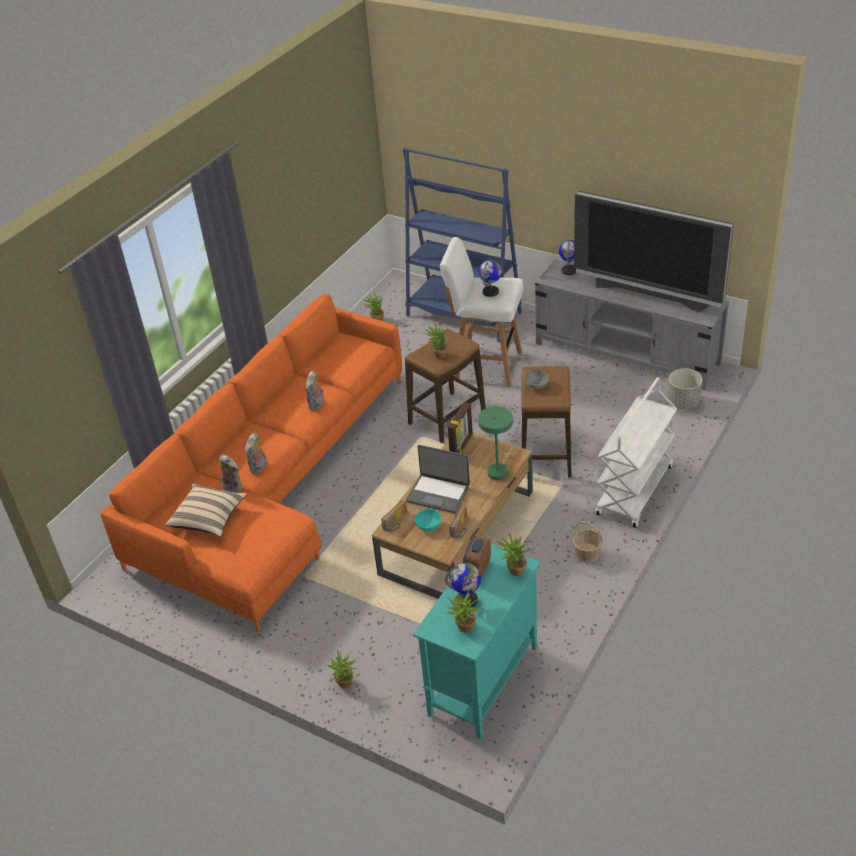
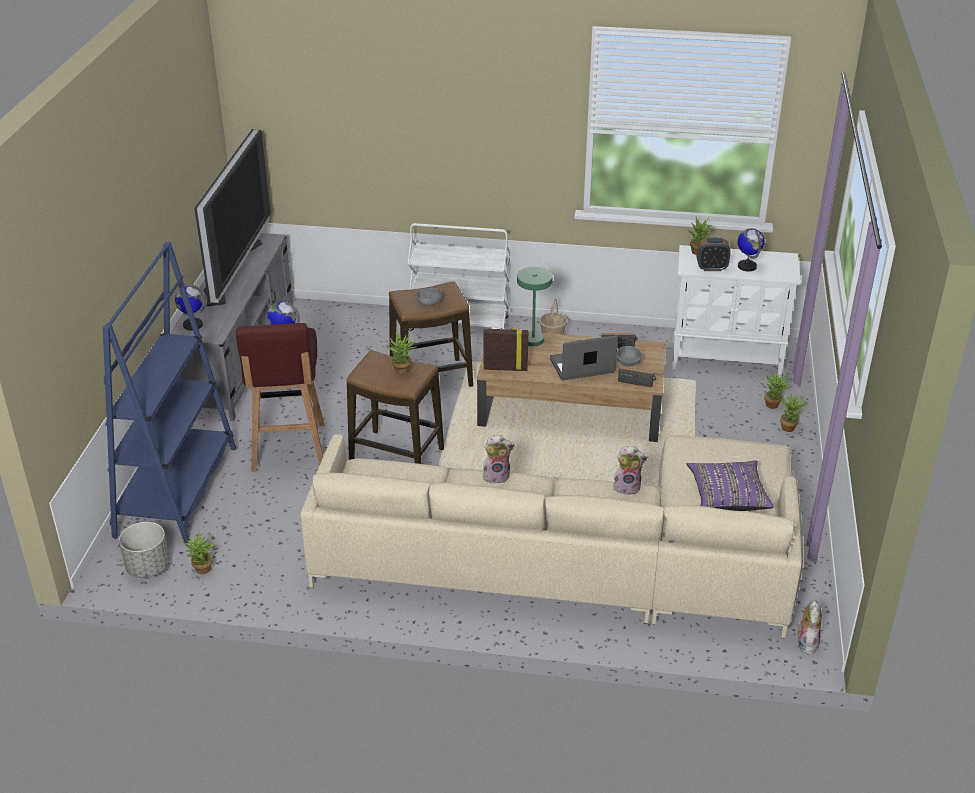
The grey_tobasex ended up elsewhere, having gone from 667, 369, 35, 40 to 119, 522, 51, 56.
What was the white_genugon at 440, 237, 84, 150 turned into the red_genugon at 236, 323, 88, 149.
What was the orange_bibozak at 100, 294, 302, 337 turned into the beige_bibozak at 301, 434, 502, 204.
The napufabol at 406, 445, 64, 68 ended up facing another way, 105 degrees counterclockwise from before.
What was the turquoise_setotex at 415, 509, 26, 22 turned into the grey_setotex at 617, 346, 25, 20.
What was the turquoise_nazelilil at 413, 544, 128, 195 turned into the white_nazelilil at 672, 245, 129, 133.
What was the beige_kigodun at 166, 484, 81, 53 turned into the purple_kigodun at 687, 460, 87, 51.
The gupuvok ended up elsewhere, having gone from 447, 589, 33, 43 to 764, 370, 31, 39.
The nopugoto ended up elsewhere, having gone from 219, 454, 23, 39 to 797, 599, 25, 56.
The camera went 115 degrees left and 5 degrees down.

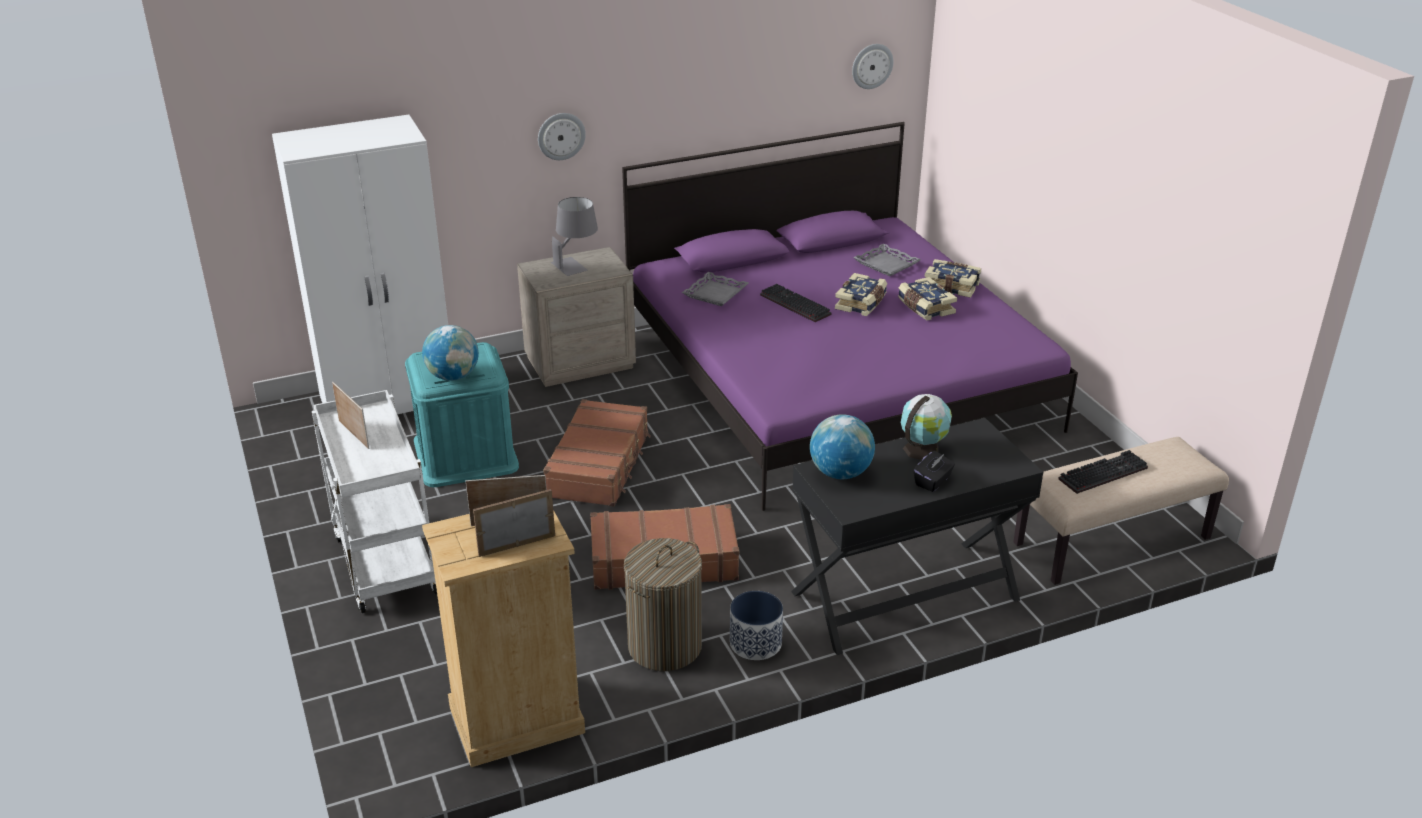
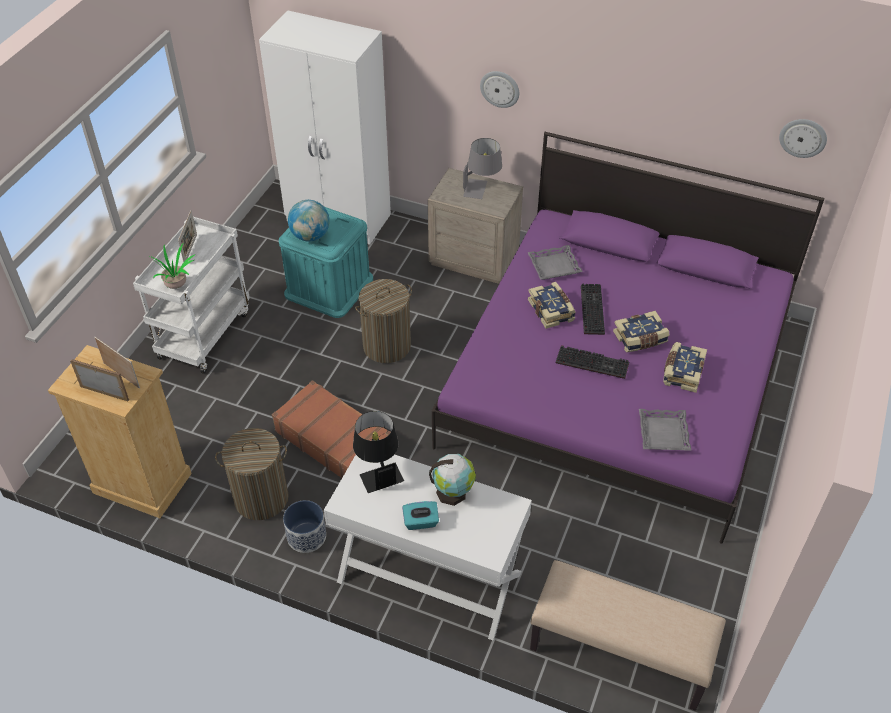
The second view gained the gupuvok at 150, 244, 44, 45.
What was the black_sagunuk at 791, 418, 252, 237 turned into the white_sagunuk at 324, 454, 208, 186.
Where the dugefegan stood at 810, 414, 65, 65, the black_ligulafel came to stand at 353, 411, 51, 82.
Where the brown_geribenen stood at 543, 399, 108, 108, the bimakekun came to stand at 355, 279, 57, 84.
What was the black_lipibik at 914, 451, 41, 41 turned into the turquoise_lipibik at 402, 501, 37, 29.
The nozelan ended up elsewhere, having gone from 924, 259, 57, 39 to 528, 282, 48, 47.
The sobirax ended up elsewhere, having gone from 1058, 450, 90, 44 to 556, 346, 73, 33.
The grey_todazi ended up elsewhere, having gone from 853, 244, 68, 32 to 639, 409, 53, 42.
The camera went 45 degrees right and 15 degrees up.

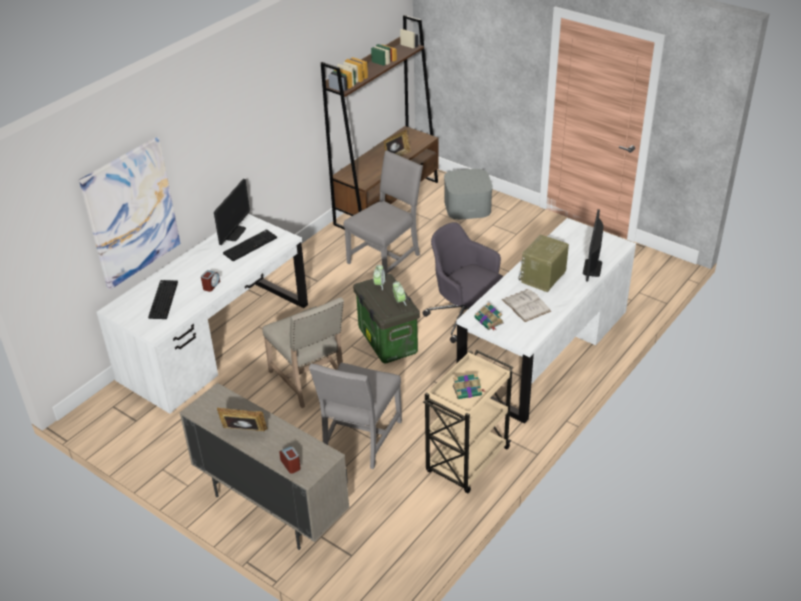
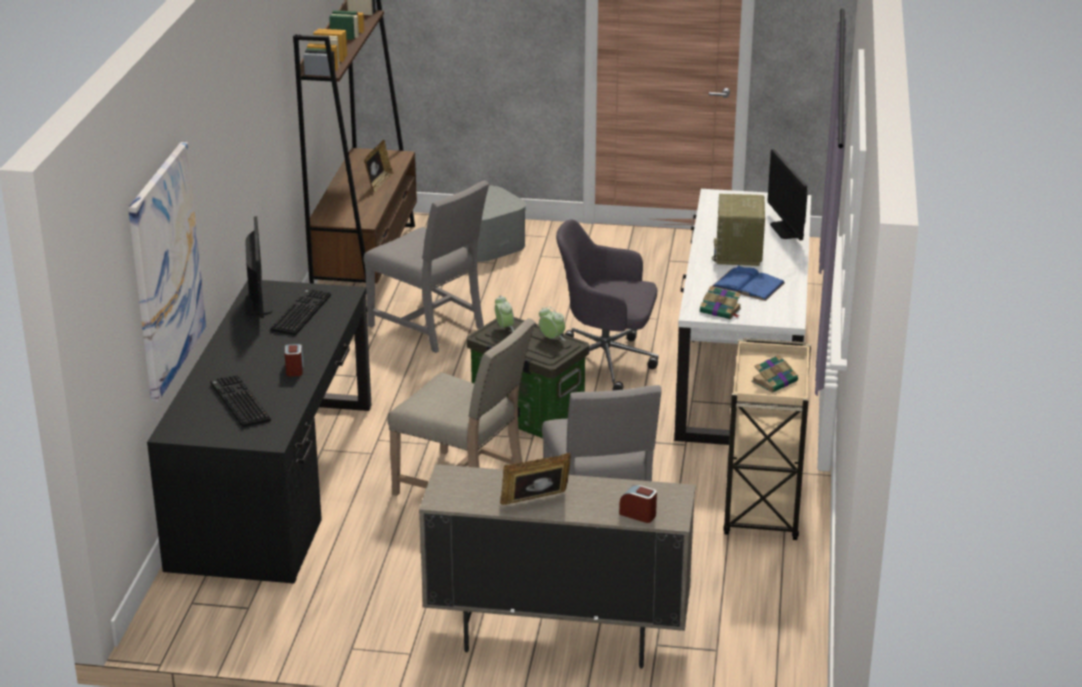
What was the white_sagunuk at 96, 214, 212, 200 turned into the black_sagunuk at 147, 280, 225, 304.
The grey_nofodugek at 343, 150, 80, 125 ended up facing another way, 120 degrees clockwise from before.
What was the white_nozelan at 501, 289, 50, 33 turned into the blue_nozelan at 712, 265, 73, 36.
The camera went 30 degrees left and 10 degrees down.

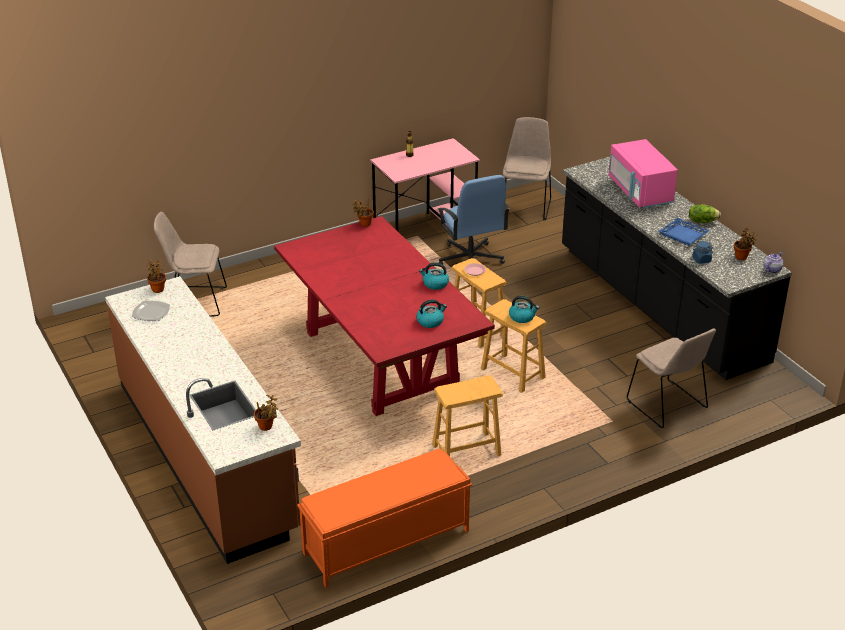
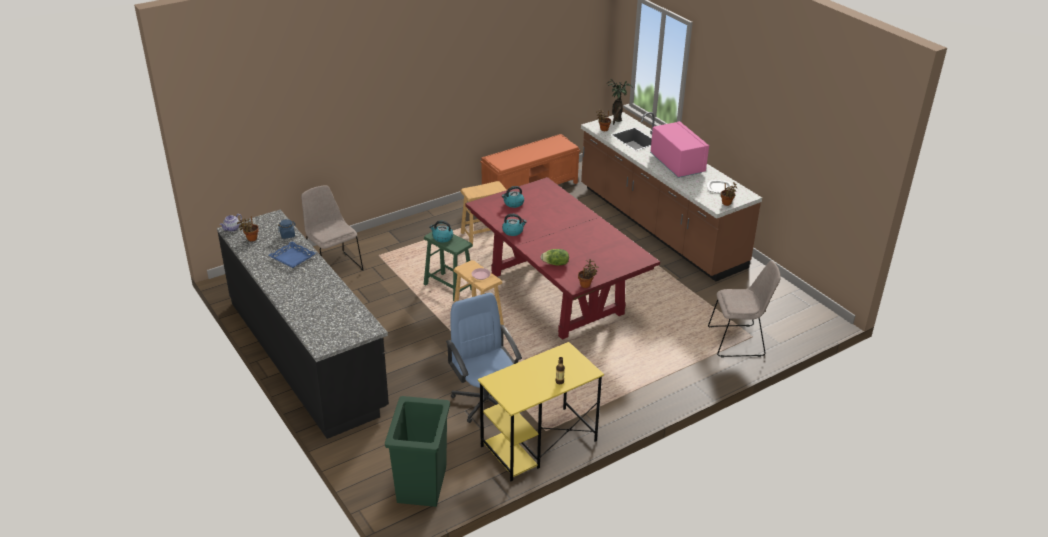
Where the beige_nofodugek stood at 503, 117, 48, 103, the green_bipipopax came to stand at 385, 396, 65, 111.
What was the brown_genugon at 481, 299, 65, 94 turned into the green_genugon at 424, 231, 49, 70.
What was the pink_sagunuk at 370, 138, 110, 93 turned into the yellow_sagunuk at 478, 342, 126, 139.
The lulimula ended up elsewhere, having gone from 689, 204, 32, 19 to 541, 249, 28, 17.
The second view gained the gupuvok at 606, 78, 26, 47.
The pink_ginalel ended up elsewhere, having gone from 609, 139, 69, 69 to 650, 121, 59, 57.
The camera went 175 degrees right and 0 degrees up.

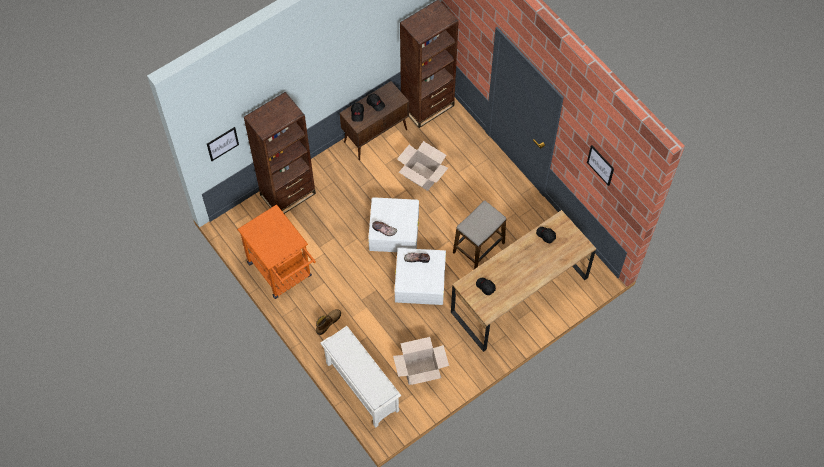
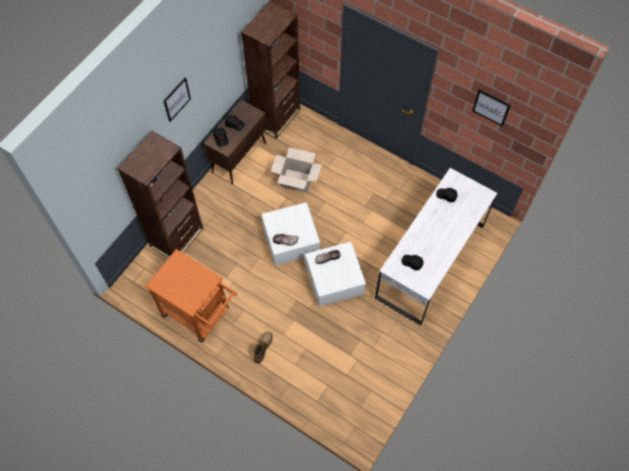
The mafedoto ended up elsewhere, having gone from 207, 127, 32, 34 to 164, 77, 27, 45.
What was the brown_sagunuk at 451, 210, 145, 142 turned into the white_sagunuk at 375, 168, 122, 158.
The second view lost the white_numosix at 321, 326, 80, 102.
The second view lost the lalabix at 393, 337, 56, 48.
The second view lost the genugon at 453, 200, 53, 69.
The camera went 20 degrees left and 0 degrees up.

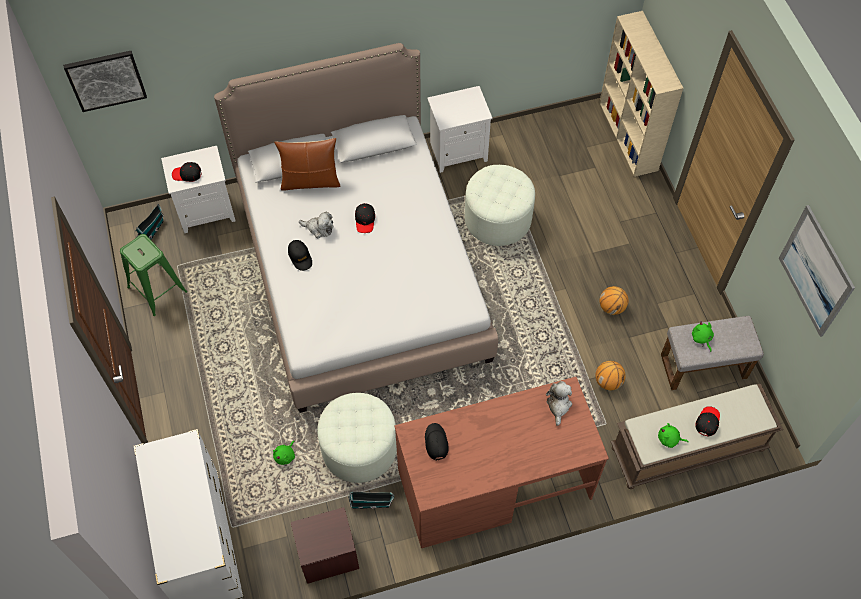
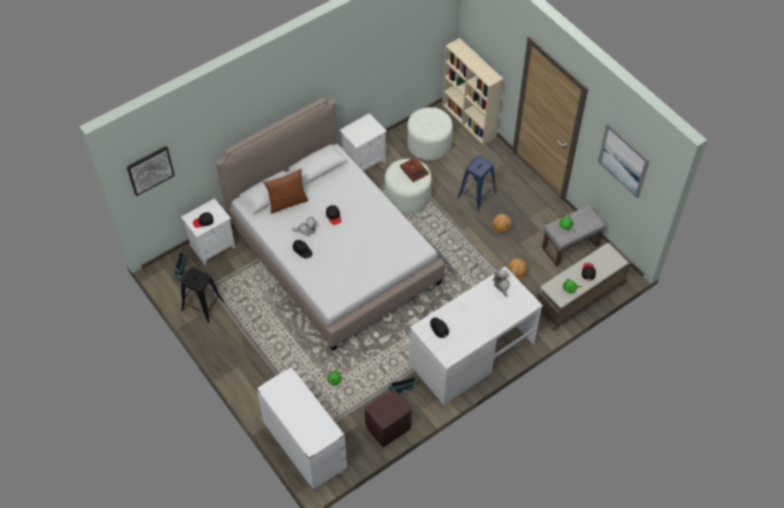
What was the green_genugon at 120, 234, 67, 82 turned into the black_genugon at 181, 267, 43, 56.
The second view gained the nozelan at 400, 157, 28, 25.
The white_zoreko ended up elsewhere, having gone from 317, 393, 80, 90 to 407, 107, 46, 53.
What was the brown_sagunuk at 394, 377, 215, 171 turned into the white_sagunuk at 410, 266, 133, 139.
The second view gained the blue_genugon at 457, 155, 40, 56.
The camera went 20 degrees left and 5 degrees down.

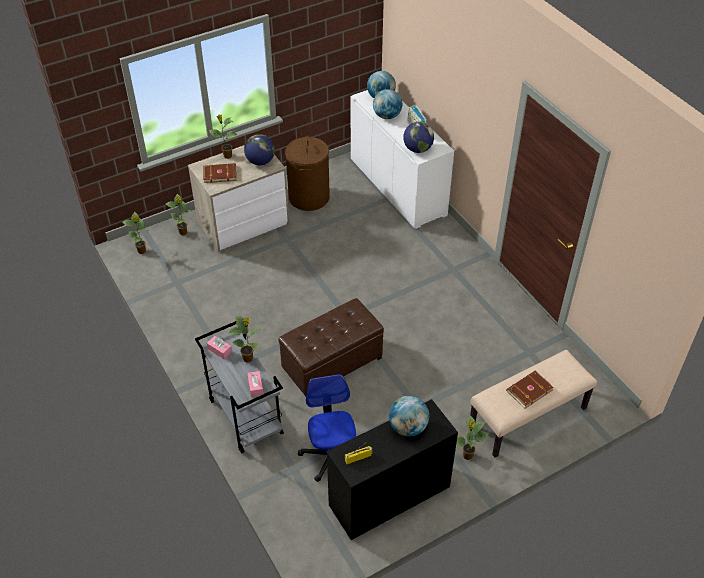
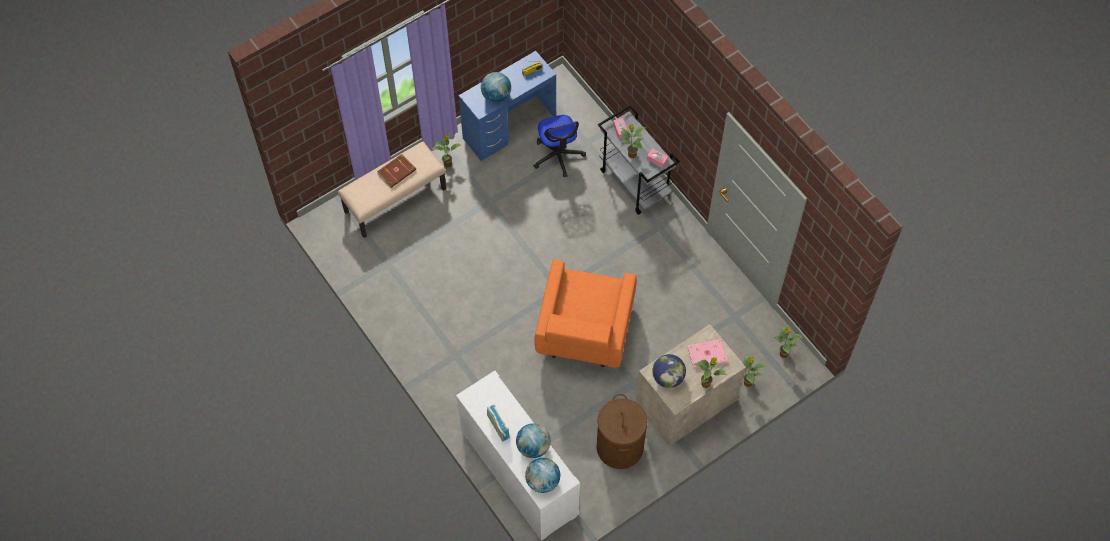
What was the black_sagunuk at 327, 399, 131, 141 turned into the blue_sagunuk at 459, 51, 97, 110.
The second view gained the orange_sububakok at 534, 260, 103, 108.
What was the brown_nozelan at 203, 163, 34, 20 turned into the pink_nozelan at 688, 339, 39, 30.
The second view lost the brown_zoreko at 278, 298, 106, 98.
The second view lost the dugefegan at 403, 122, 31, 31.
The camera went 175 degrees right and 15 degrees up.

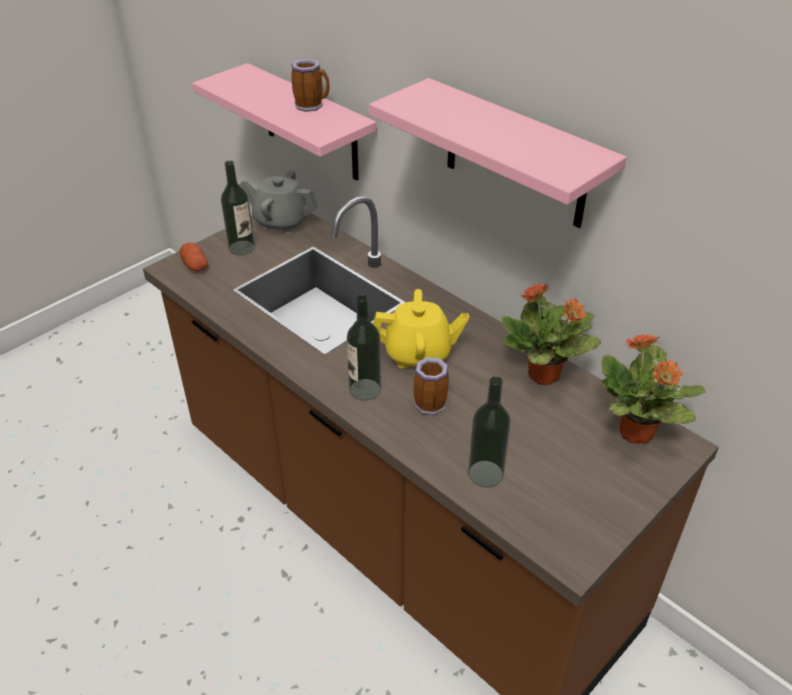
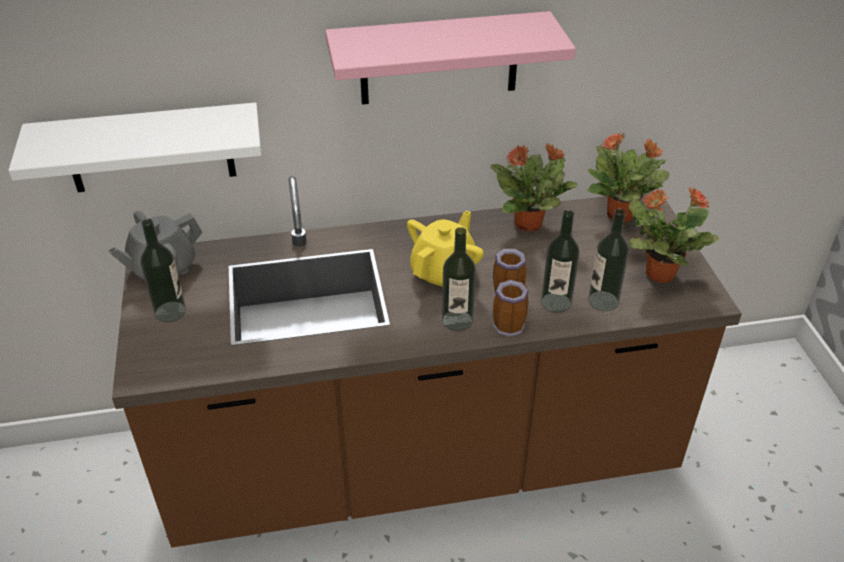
What was the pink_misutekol at 192, 63, 184, 117 turned into the white_misutekol at 9, 102, 252, 90.
The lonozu ended up elsewhere, having gone from 291, 58, 39, 54 to 493, 280, 36, 57.
The second view gained the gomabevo at 541, 210, 39, 103.
The second view gained the gupuvok at 628, 187, 91, 96.
The second view lost the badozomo at 179, 242, 29, 30.
The camera went 55 degrees left and 0 degrees up.

